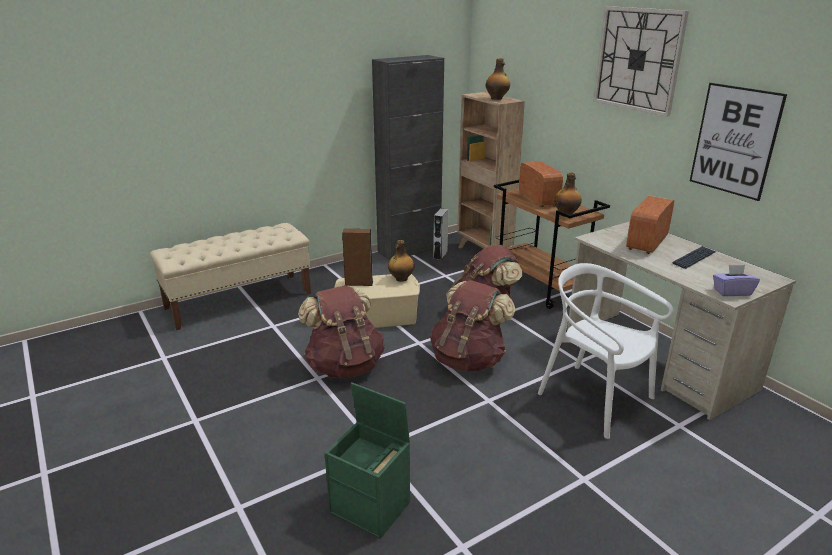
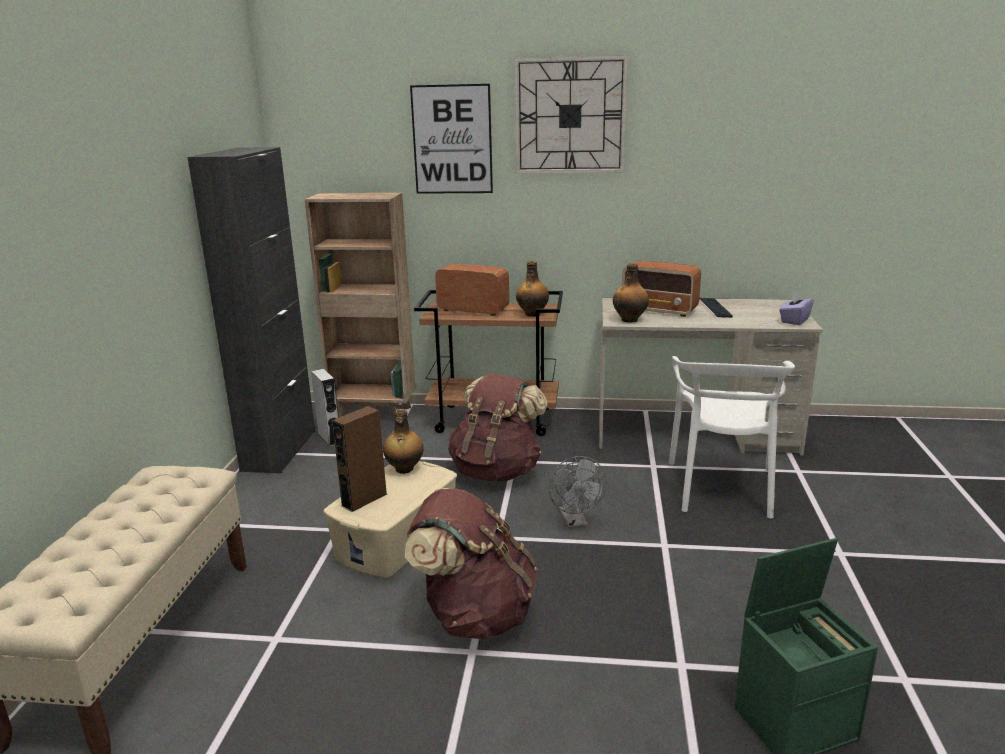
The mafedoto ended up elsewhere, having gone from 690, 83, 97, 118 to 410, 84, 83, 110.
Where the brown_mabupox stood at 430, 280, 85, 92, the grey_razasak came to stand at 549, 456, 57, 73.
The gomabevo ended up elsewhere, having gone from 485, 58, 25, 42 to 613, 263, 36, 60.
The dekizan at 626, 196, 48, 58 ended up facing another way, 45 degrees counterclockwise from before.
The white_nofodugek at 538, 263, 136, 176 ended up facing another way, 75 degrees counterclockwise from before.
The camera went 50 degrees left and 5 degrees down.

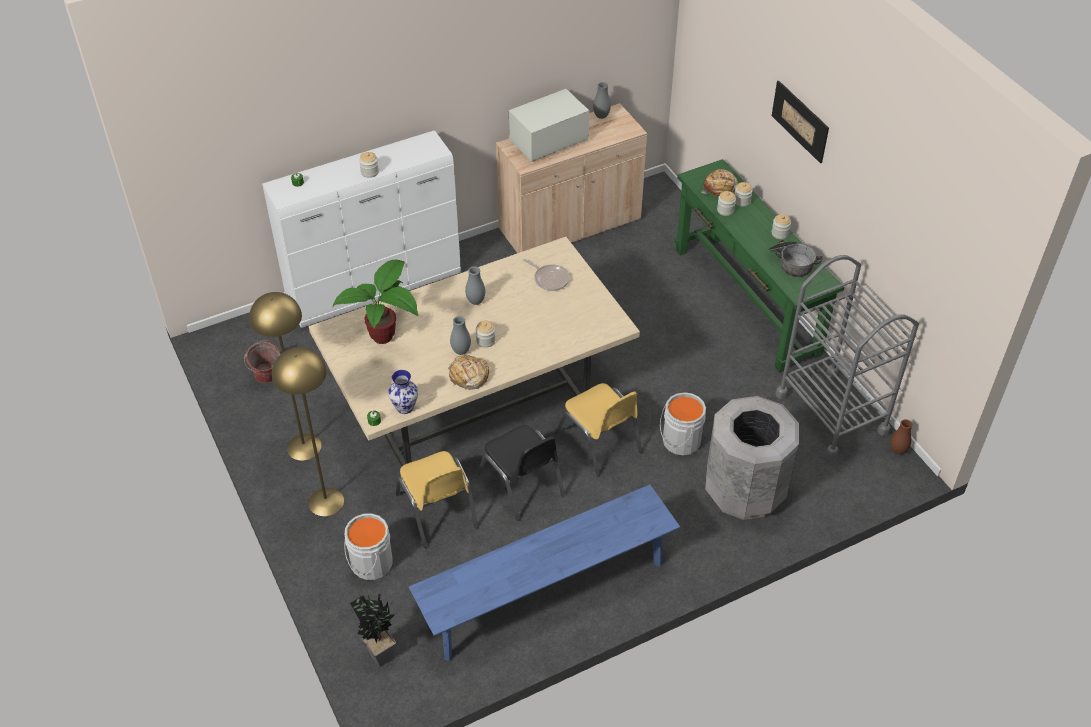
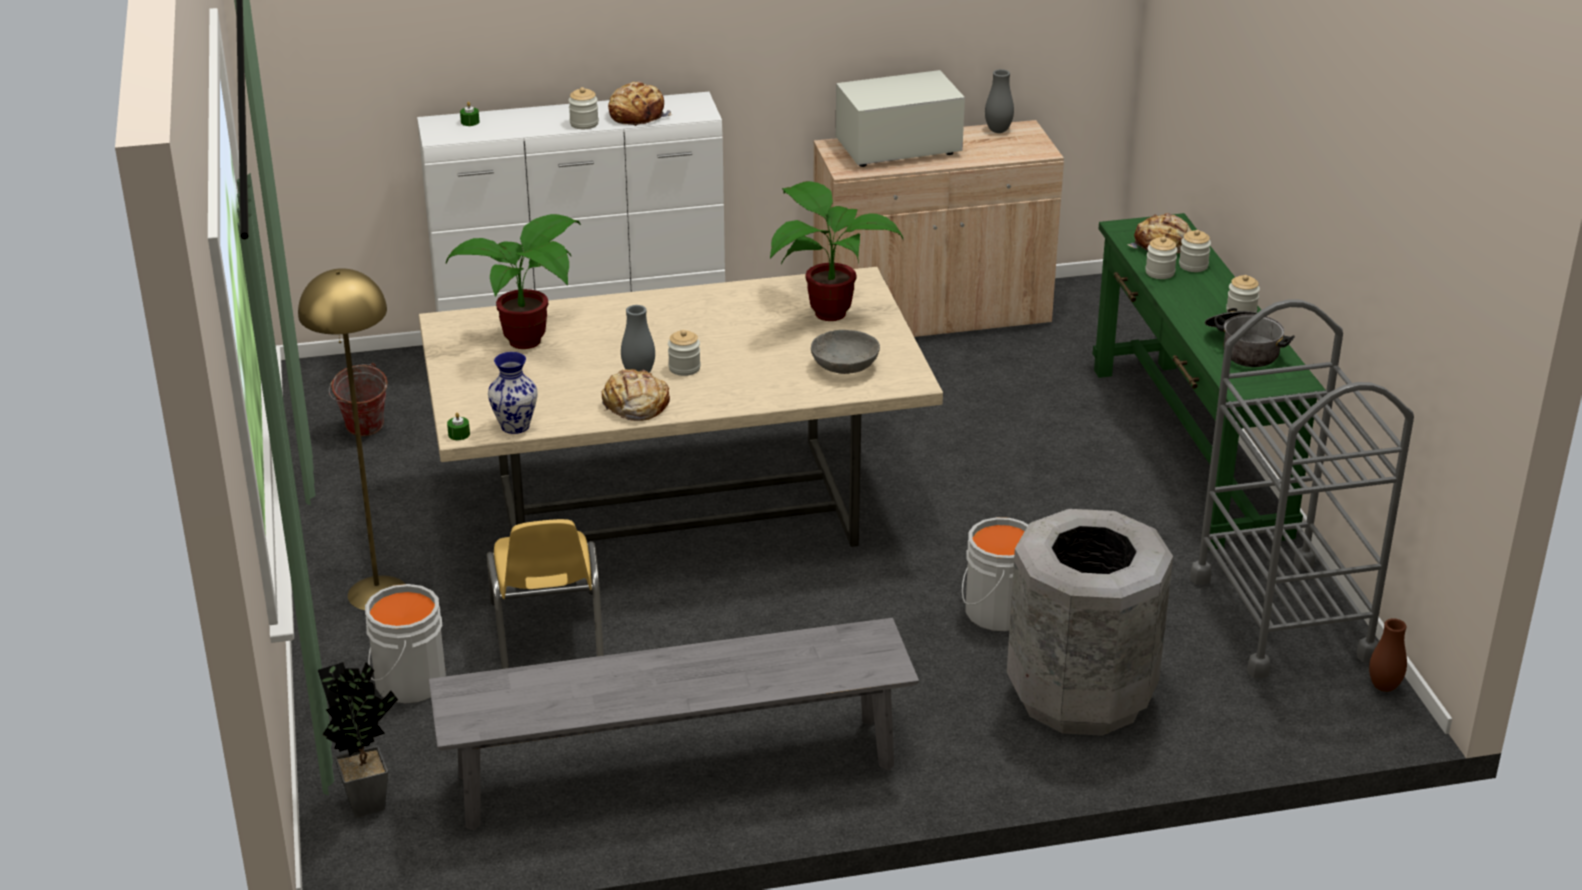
What was the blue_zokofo at 409, 484, 271, 177 turned into the grey_zokofo at 429, 618, 490, 212.
The second view gained the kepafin at 608, 81, 64, 45.
Where the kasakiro stood at 523, 259, 47, 32, the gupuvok came to stand at 770, 181, 133, 140.
The second view gained the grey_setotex at 811, 330, 69, 44.
The second view lost the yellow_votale at 249, 292, 72, 169.
The second view lost the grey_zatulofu at 465, 266, 20, 39.
The second view lost the black_nofodugek at 477, 425, 88, 96.
The second view lost the yellow_nofodugek at 555, 383, 88, 94.
The second view lost the mafedoto at 772, 81, 57, 82.
The camera went 15 degrees right and 15 degrees down.

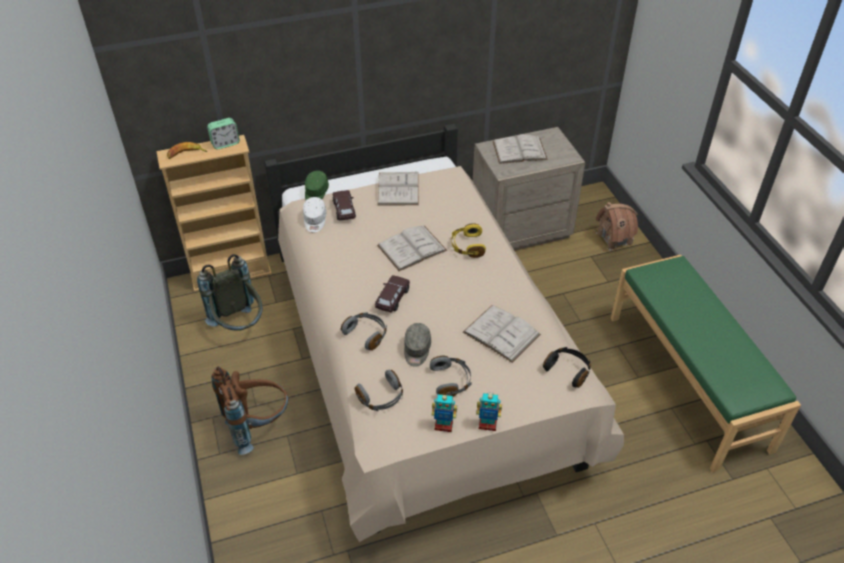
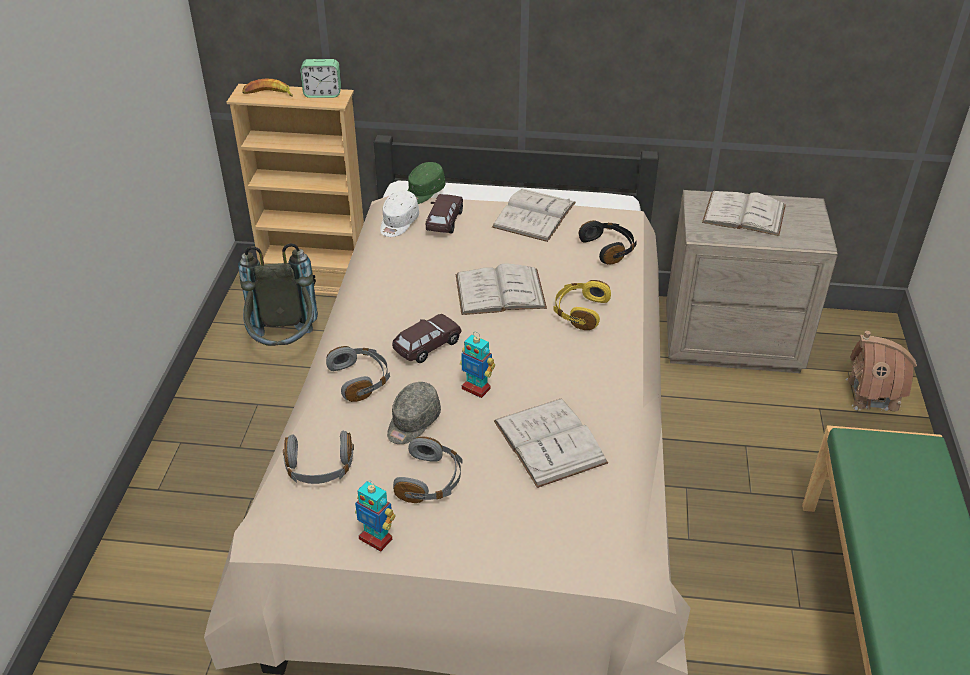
The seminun ended up elsewhere, having gone from 476, 392, 26, 39 to 460, 332, 35, 66.
The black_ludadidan ended up elsewhere, having gone from 543, 347, 48, 41 to 579, 220, 58, 44.
The second view lost the brown_mabupox at 211, 366, 77, 89.
The camera went 25 degrees right and 5 degrees down.

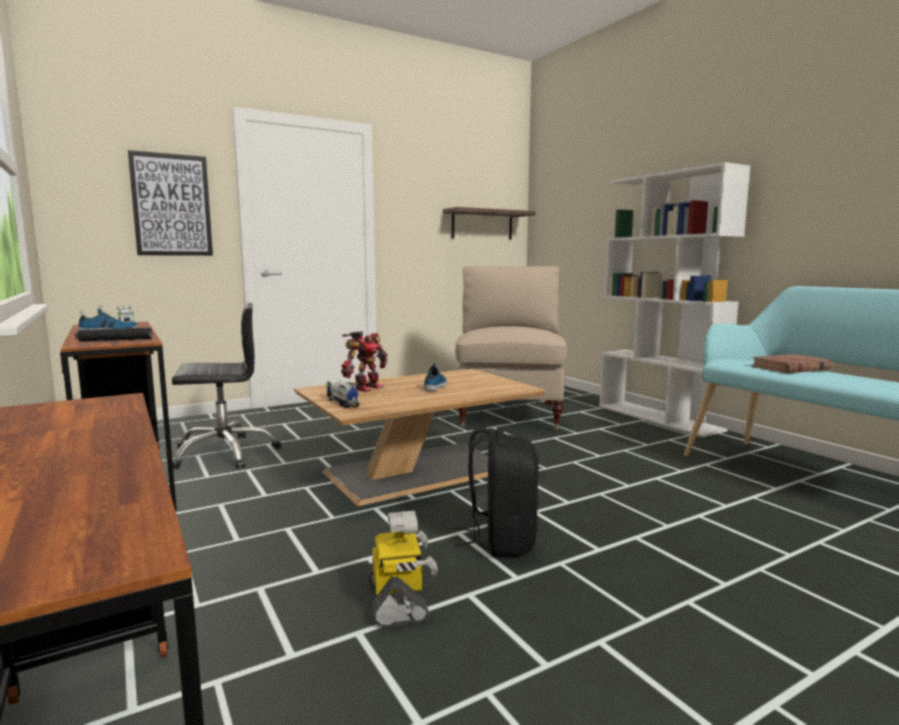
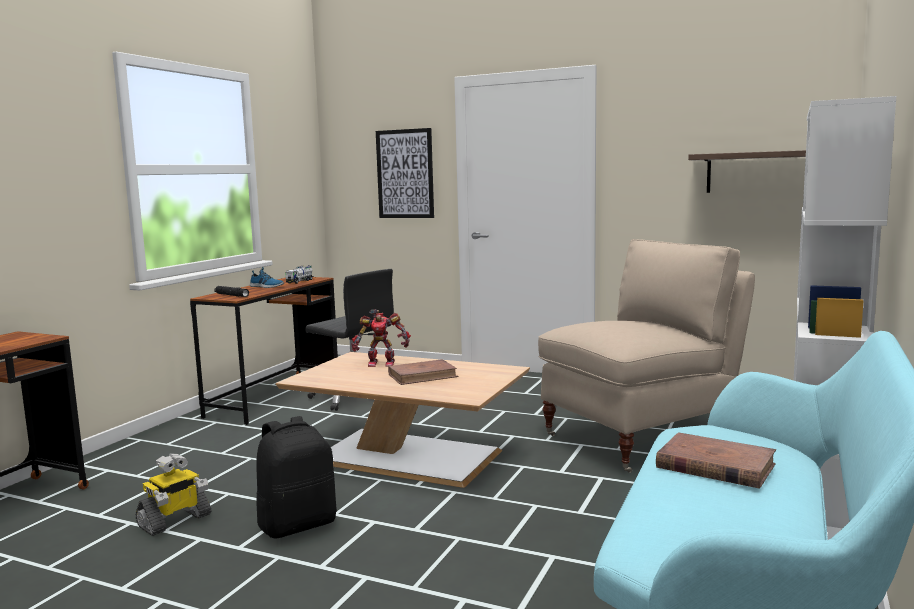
Where the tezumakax stood at 423, 363, 24, 28, the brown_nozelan came to stand at 388, 359, 70, 26.
The second view lost the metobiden at 326, 379, 34, 29.
The camera went 55 degrees right and 0 degrees up.

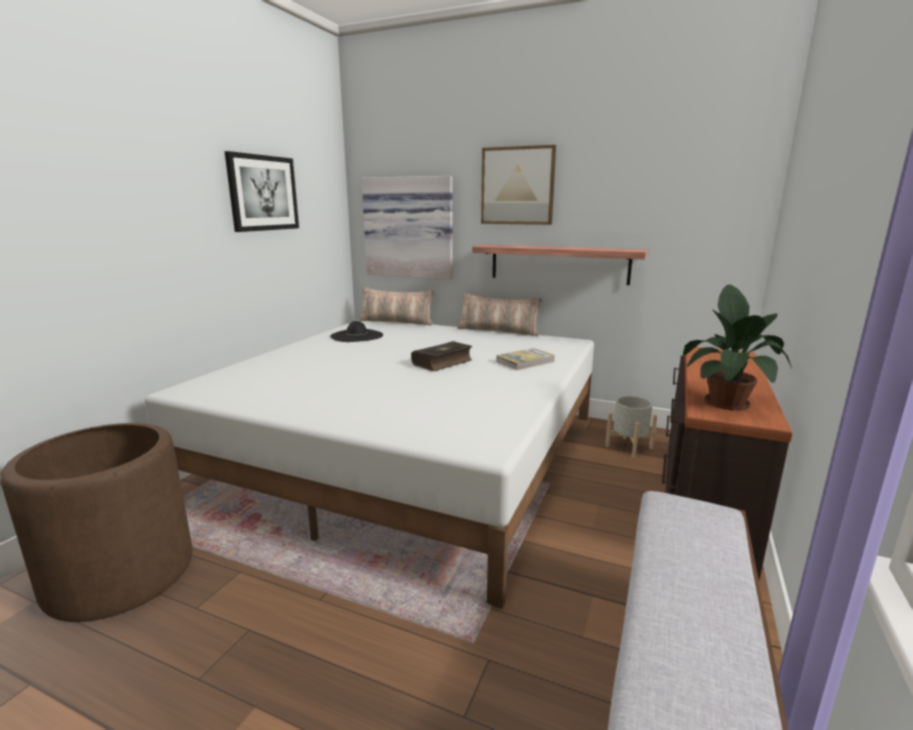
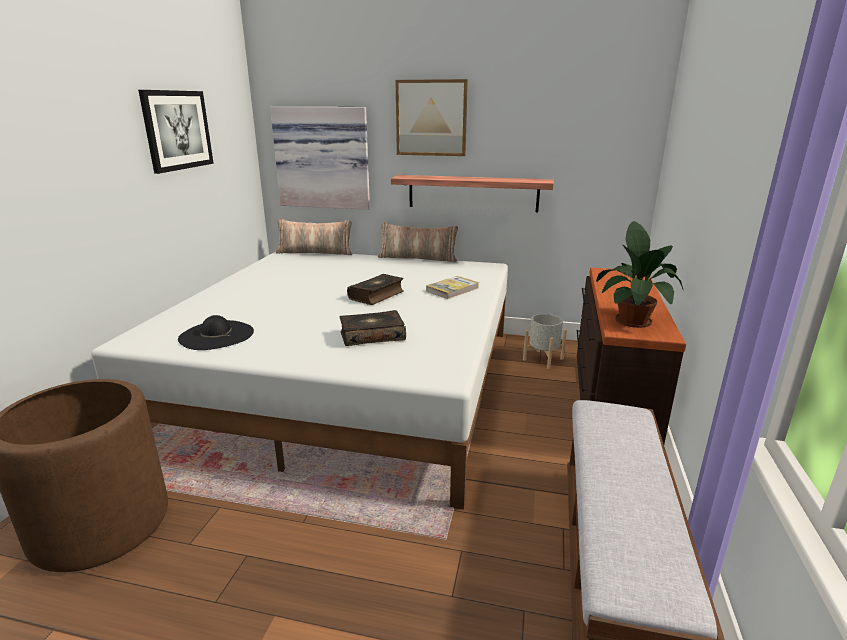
The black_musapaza ended up elsewhere, having gone from 330, 321, 53, 21 to 178, 315, 76, 35.
The second view gained the nozelan at 340, 310, 66, 36.
The camera went 10 degrees left and 5 degrees up.

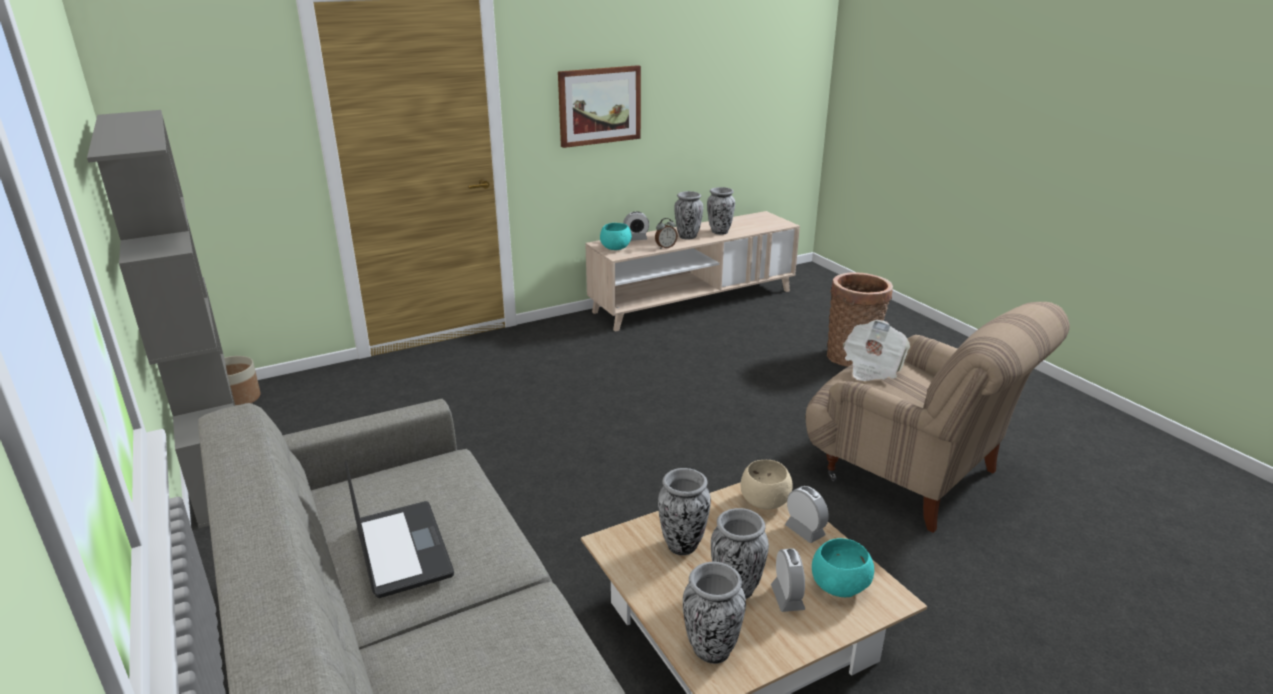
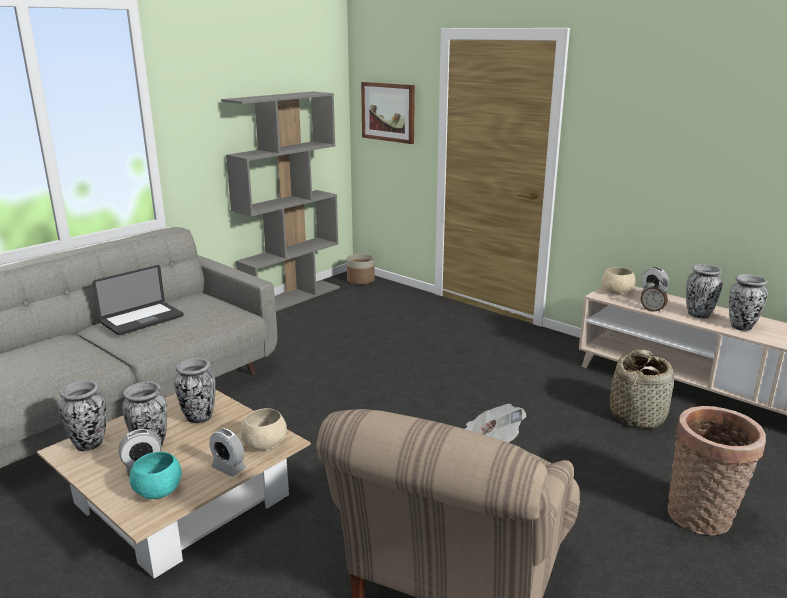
The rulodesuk at 785, 486, 44, 57 ended up facing another way, 90 degrees clockwise from before.
The mafedoto ended up elsewhere, having gone from 558, 65, 83, 83 to 361, 82, 54, 62.
What was the turquoise_setotex at 600, 223, 32, 27 turned into the beige_setotex at 601, 267, 35, 27.
The second view gained the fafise at 610, 350, 64, 79.
The camera went 70 degrees right and 5 degrees down.

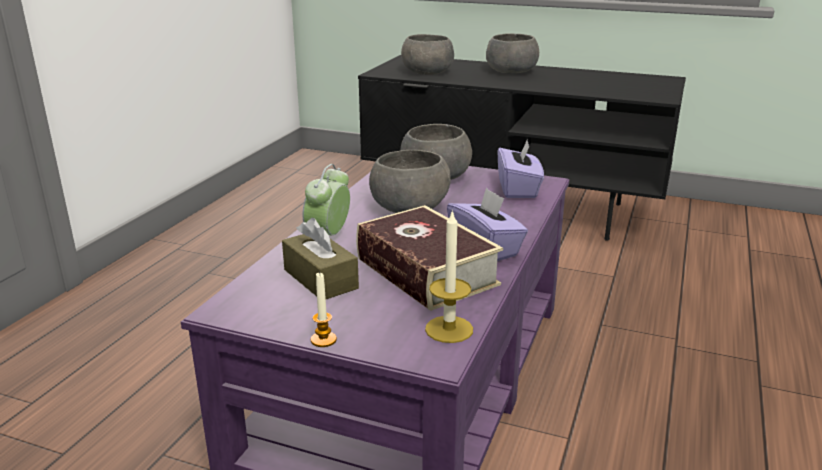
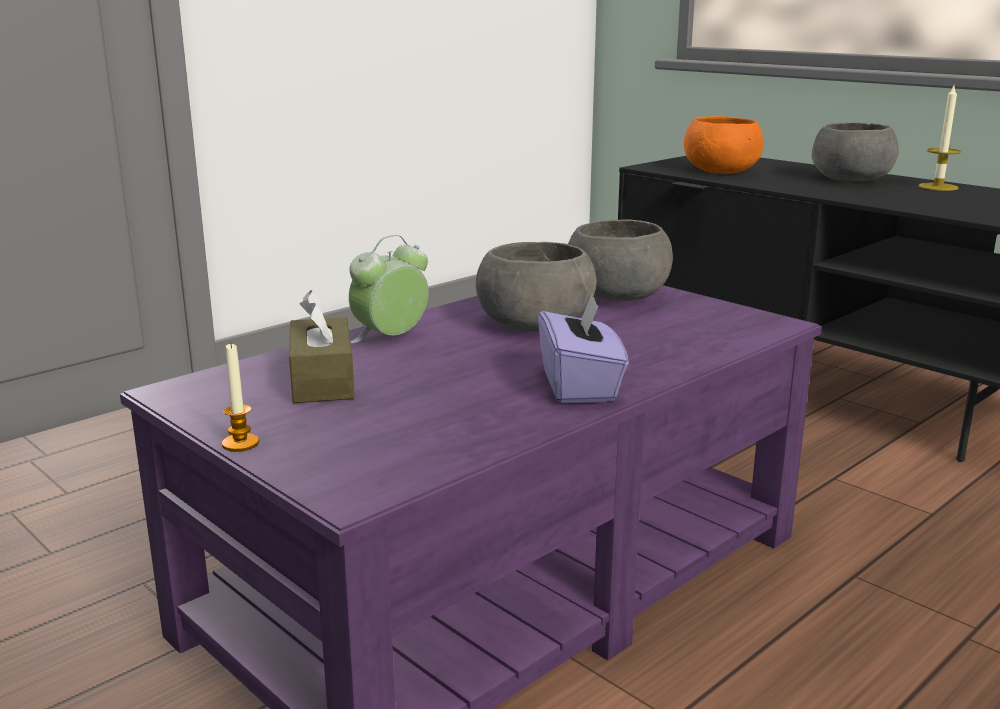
What was the grey_setotex at 401, 34, 53, 41 turned into the orange_setotex at 684, 116, 79, 58.
The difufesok ended up elsewhere, having gone from 425, 209, 48, 134 to 918, 86, 43, 105.
The second view lost the nozelan at 356, 205, 147, 106.
The second view lost the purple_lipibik at 498, 141, 46, 57.
The camera went 25 degrees right and 5 degrees down.

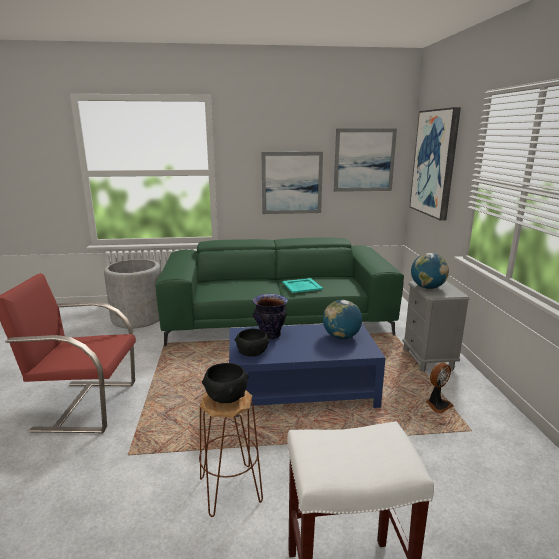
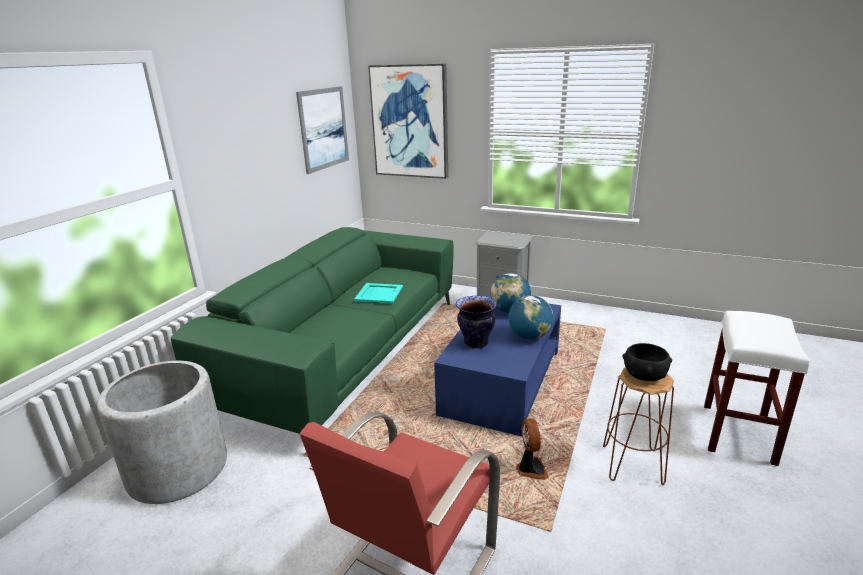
The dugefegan ended up elsewhere, having gone from 411, 253, 38, 36 to 508, 295, 45, 44.
The razasak ended up elsewhere, having gone from 426, 362, 28, 52 to 516, 418, 33, 62.
The second view lost the black_setotex at 235, 328, 34, 29.
The second view lost the mafedoto at 262, 152, 61, 62.
The camera went 60 degrees left and 5 degrees up.

